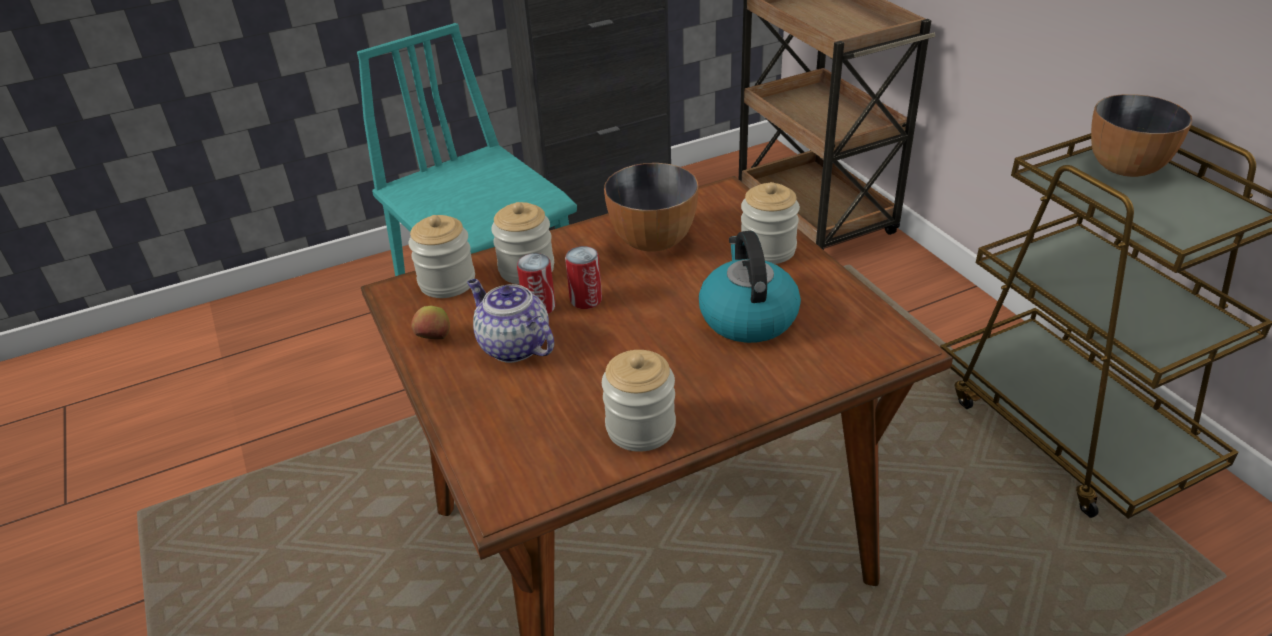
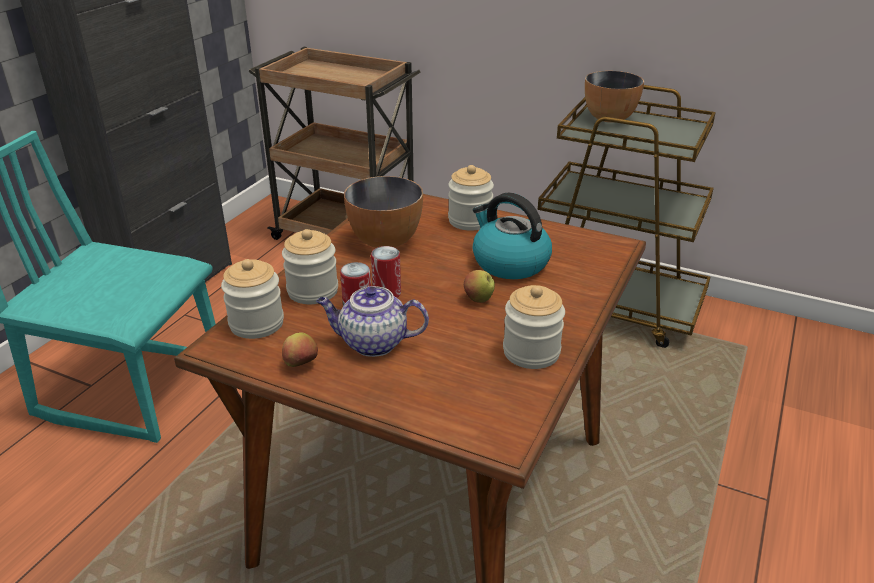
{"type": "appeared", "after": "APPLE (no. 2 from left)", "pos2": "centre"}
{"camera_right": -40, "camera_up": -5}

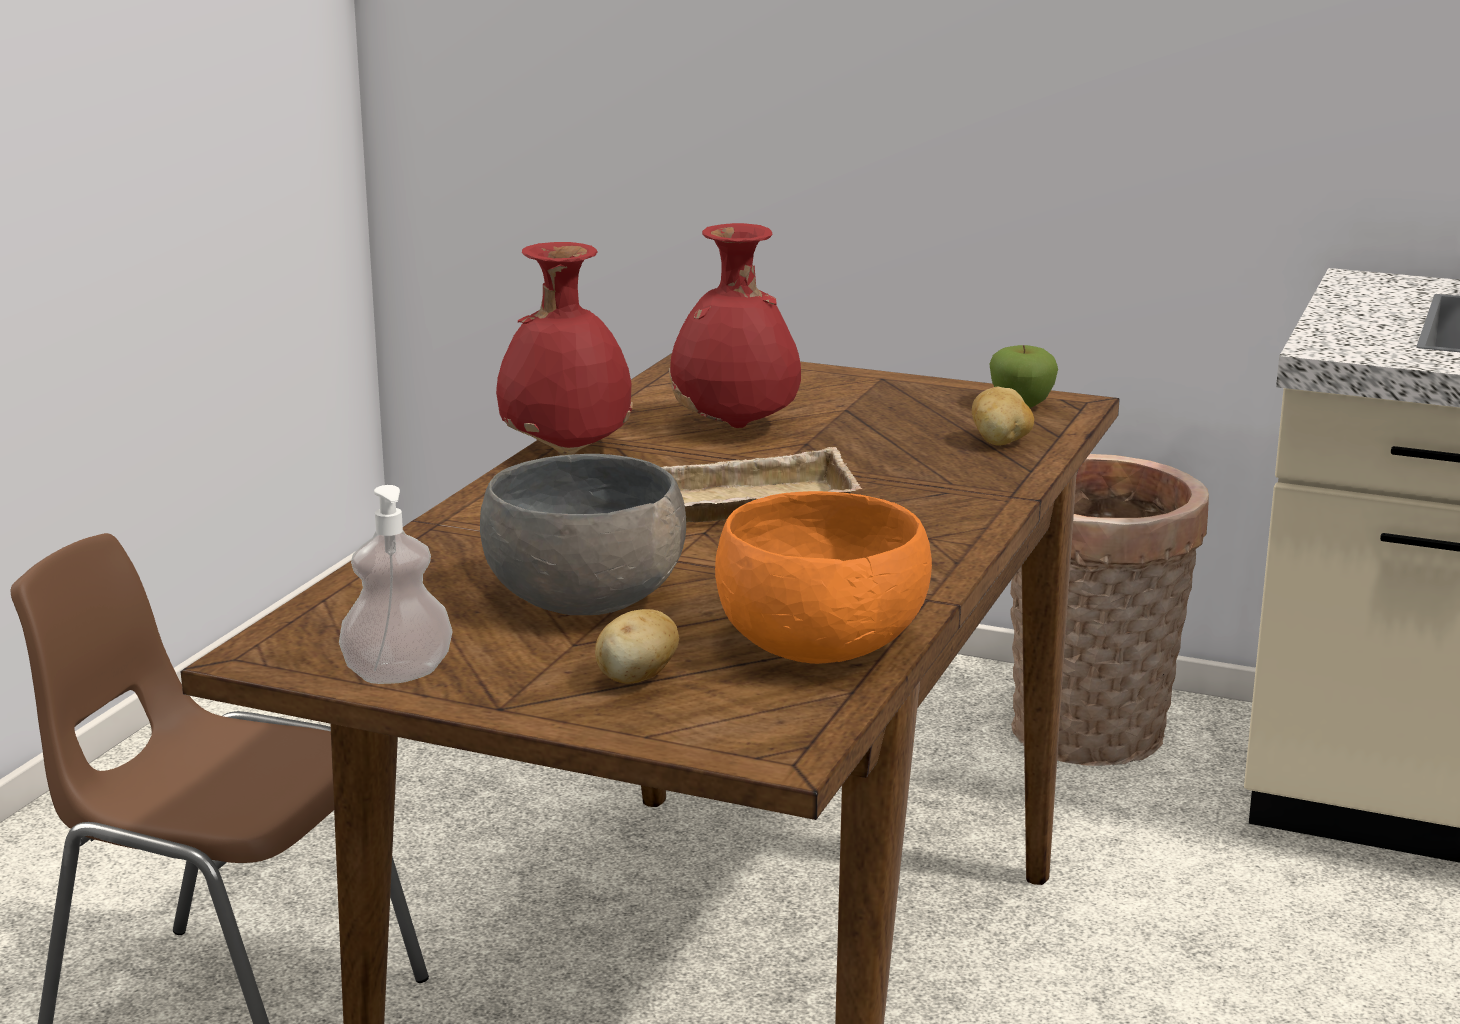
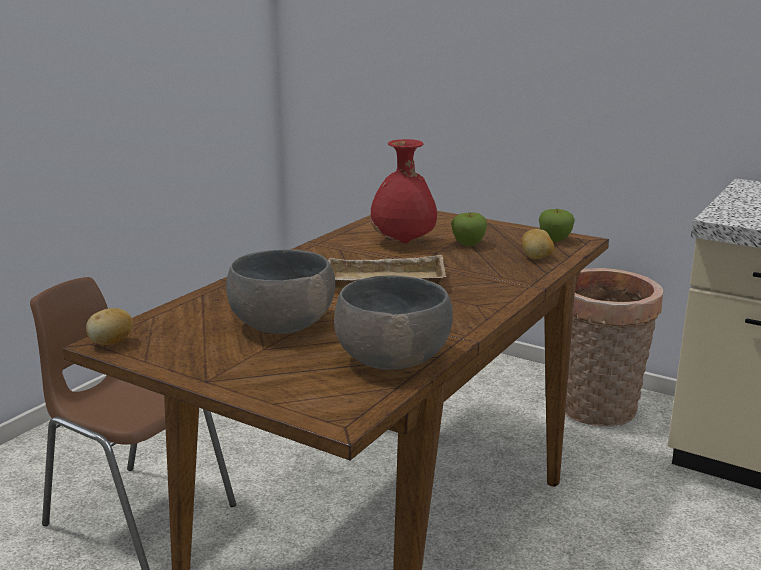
{"type": "relocated", "before": "POTATO (no. 1 from left)", "pos1": "centre", "pos2": "middle left"}
{"type": "colour", "before": "ORANGE BOWL", "after": "GREY BOWL (no. 2 from left)", "pos1": "centre", "pos2": "centre"}
{"type": "appeared", "after": "APPLE (no. 1 from left)", "pos2": "centre"}
{"type": "missing", "before": "SOAP DISPENSER", "pos1": "middle left"}
{"type": "missing", "before": "RED VASE (no. 1 from left)", "pos1": "centre"}
{"camera_right": 10, "camera_up": 0}

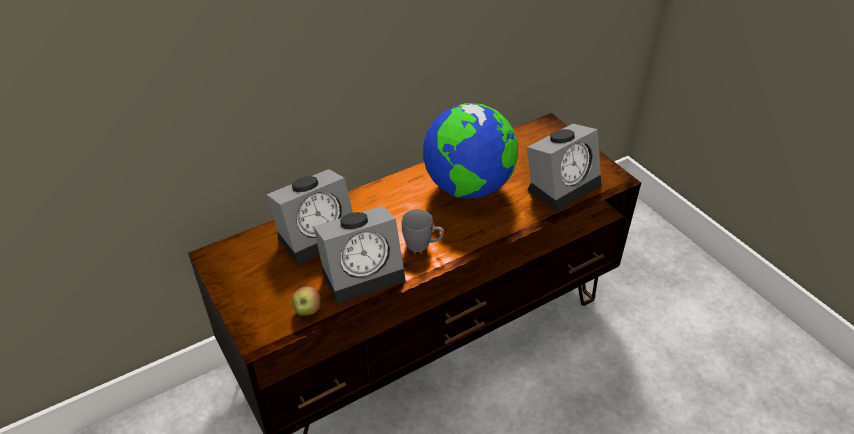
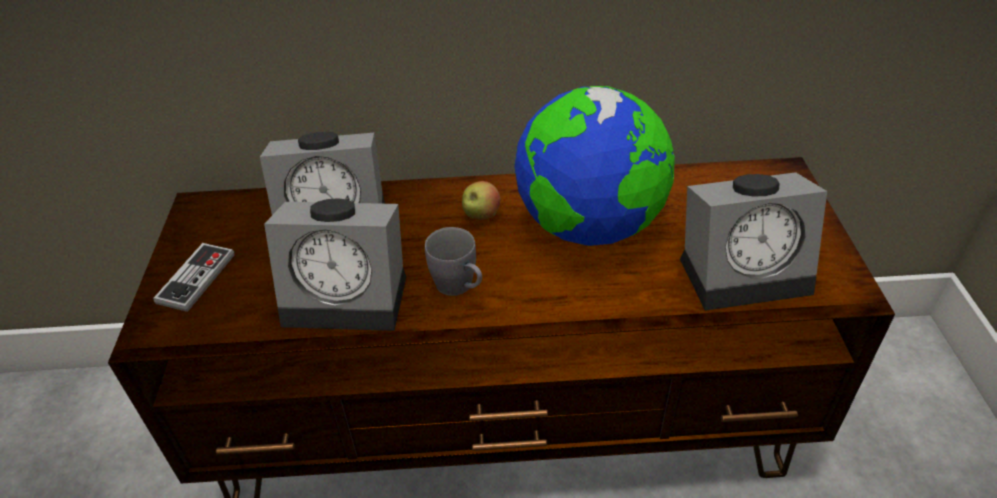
{"type": "appeared", "after": "GAME CONTROLLER", "pos2": "middle left"}
{"type": "relocated", "before": "APPLE", "pos1": "bottom centre", "pos2": "centre"}
{"camera_right": 30, "camera_up": 0}

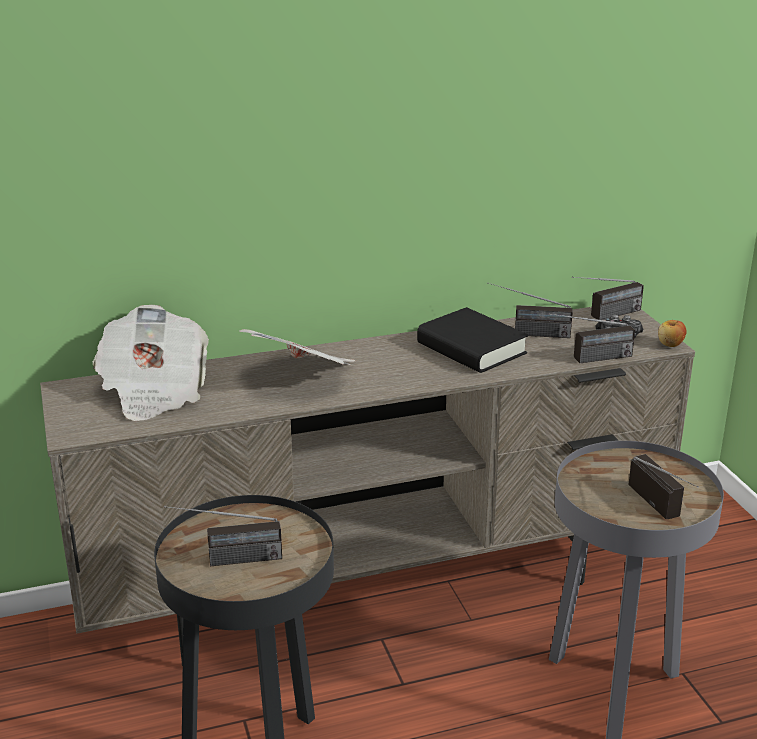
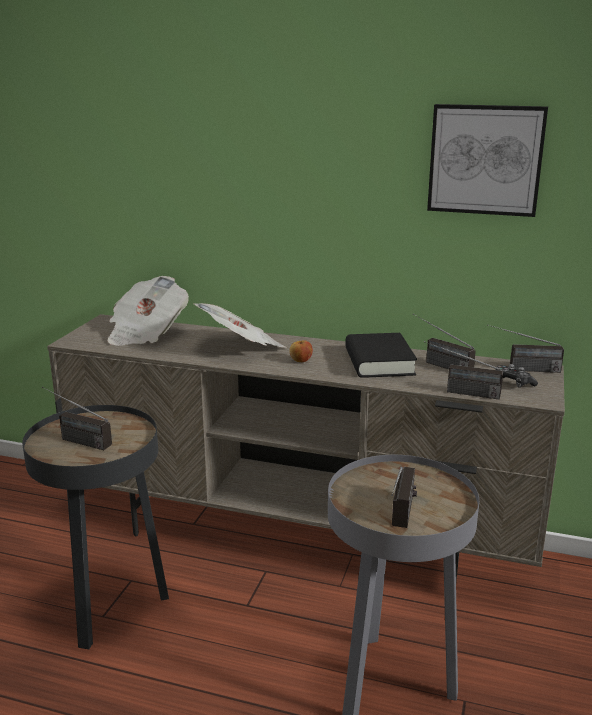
{"type": "relocated", "before": "APPLE", "pos1": "middle right", "pos2": "centre"}
{"type": "appeared", "after": "PICTURE", "pos2": "top right"}
{"camera_right": 35, "camera_up": -5}

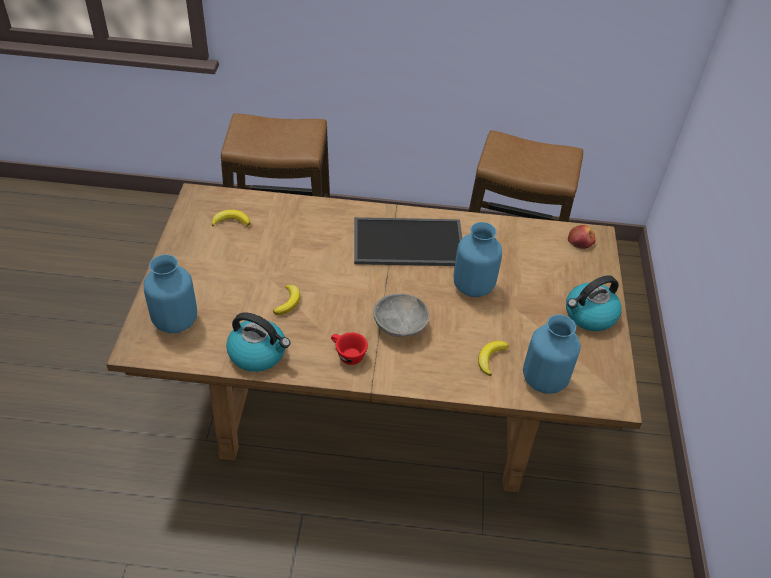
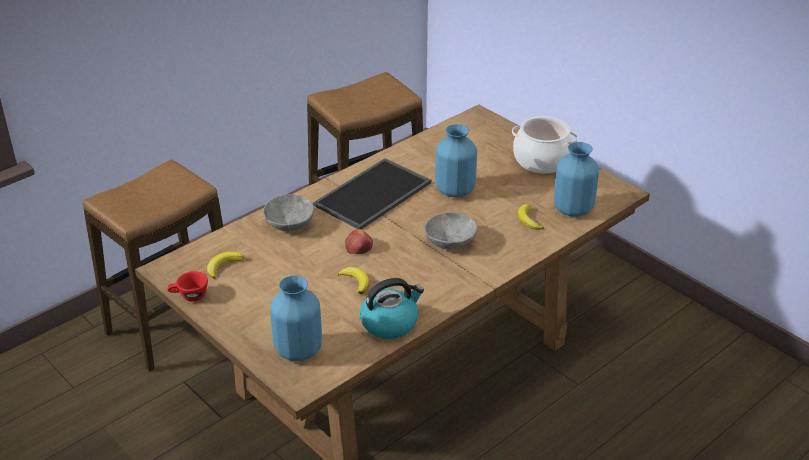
{"type": "relocated", "before": "RED CUP", "pos1": "centre", "pos2": "middle left"}
{"type": "appeared", "after": "GREY BOWL (no. 1 from left)", "pos2": "centre"}
{"type": "relocated", "before": "APPLE", "pos1": "middle right", "pos2": "centre"}
{"type": "exchanged", "before": "KETTLE (no. 2 from left)", "after": "COOKING POT", "pos1": "middle right", "pos2": "top right"}
{"camera_right": -45, "camera_up": -10}

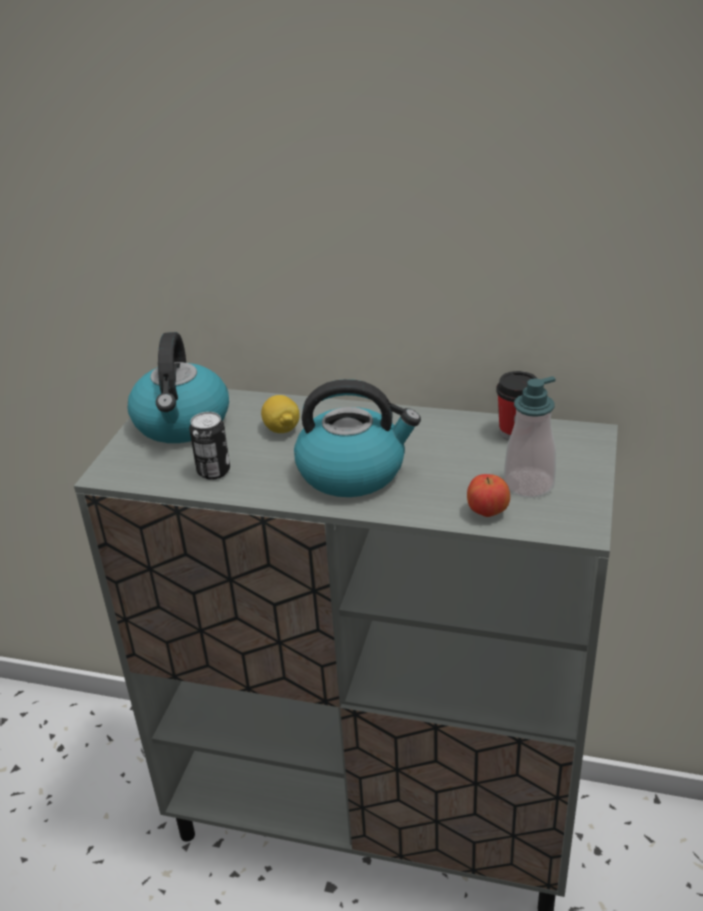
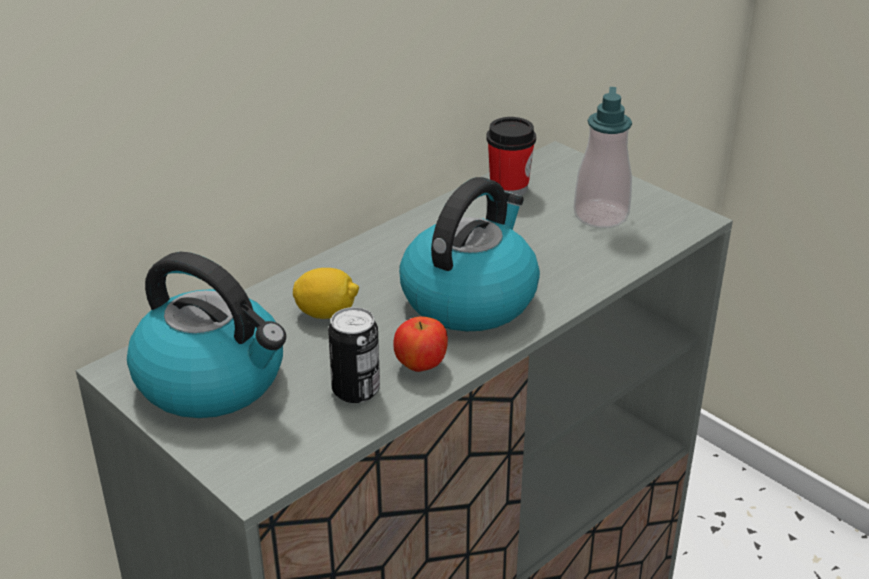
{"type": "relocated", "before": "APPLE", "pos1": "middle right", "pos2": "centre"}
{"camera_right": -60, "camera_up": 0}

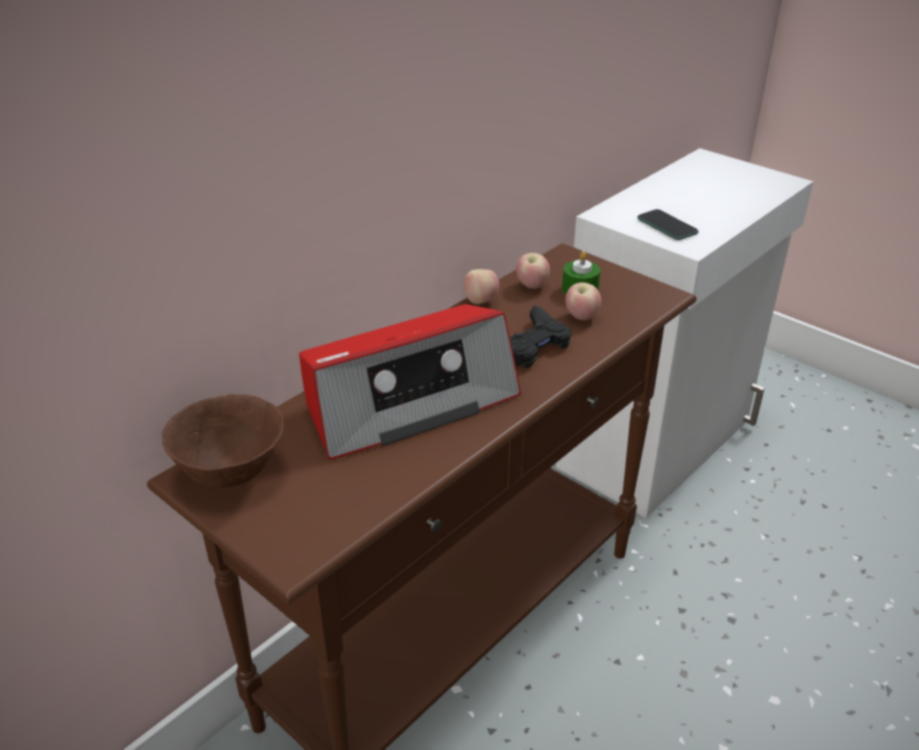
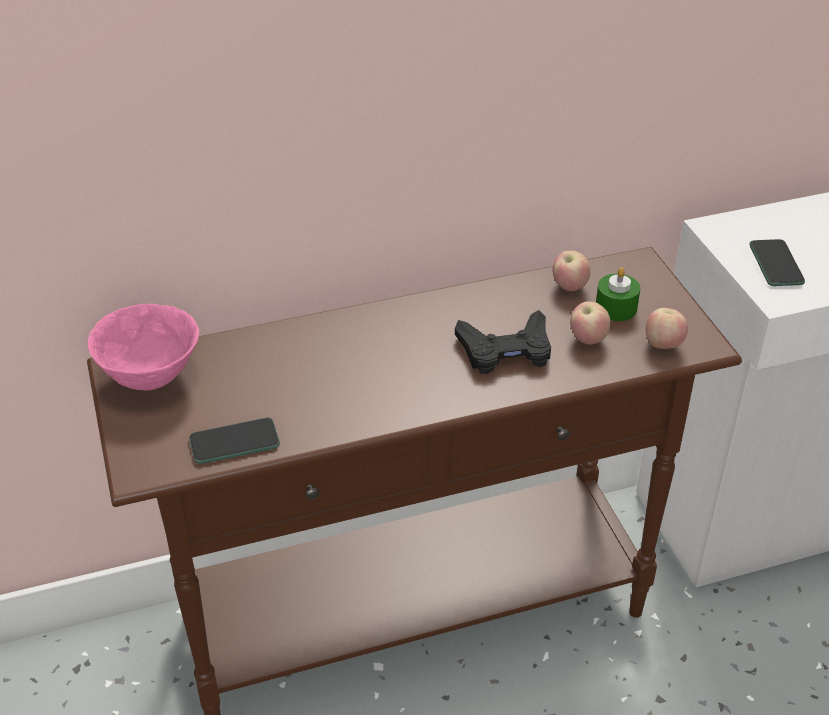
{"type": "colour", "before": "BROWN BOWL", "after": "PINK BOWL", "pos1": "middle left", "pos2": "middle left"}
{"type": "appeared", "after": "PHONE (no. 1 from left)", "pos2": "middle left"}
{"type": "relocated", "before": "APPLE (no. 1 from left in the first image)", "after": "APPLE (no. 3 from left)", "pos1": "centre", "pos2": "middle right"}
{"type": "missing", "before": "RADIO", "pos1": "centre"}
{"camera_right": 30, "camera_up": 5}

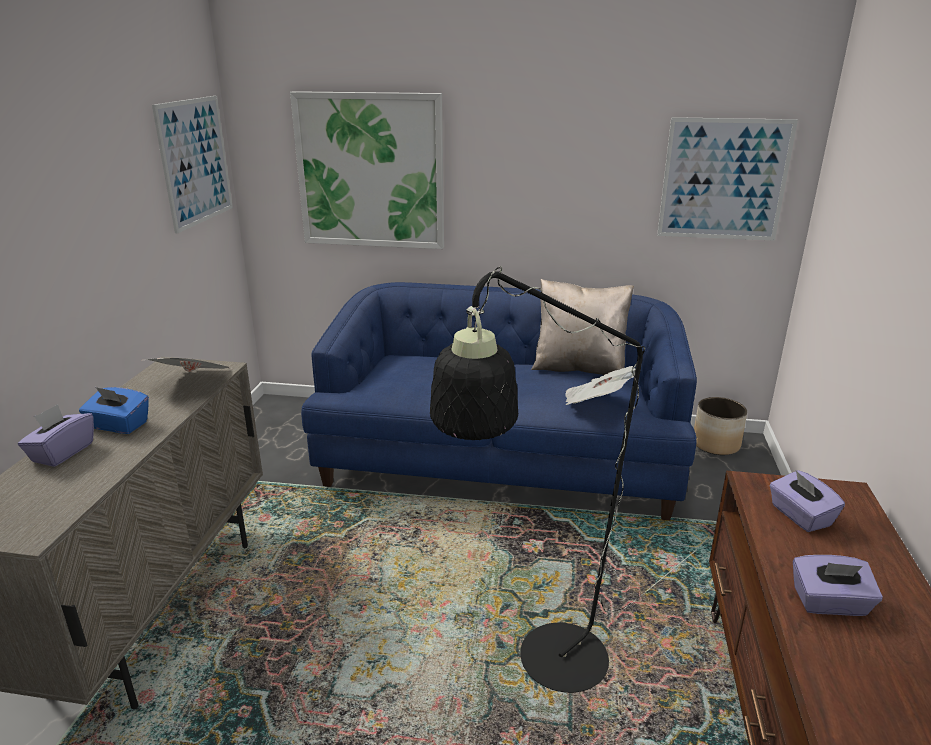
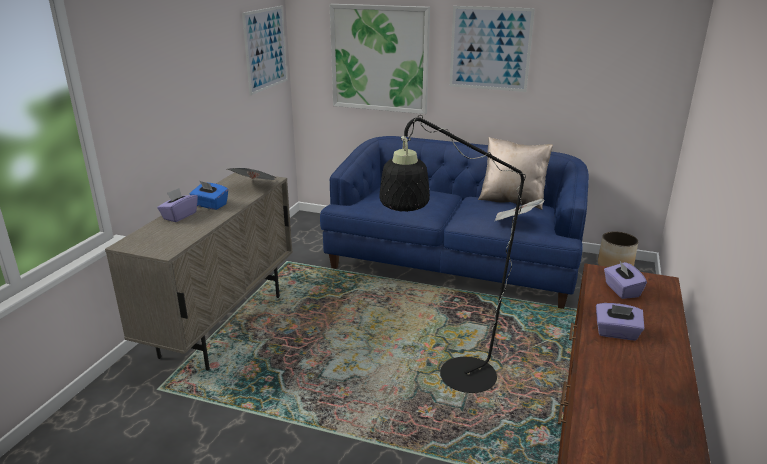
{"type": "relocated", "before": "PICTURE (no. 3 from left)", "pos1": "top right", "pos2": "top centre"}
{"camera_right": 10, "camera_up": 0}

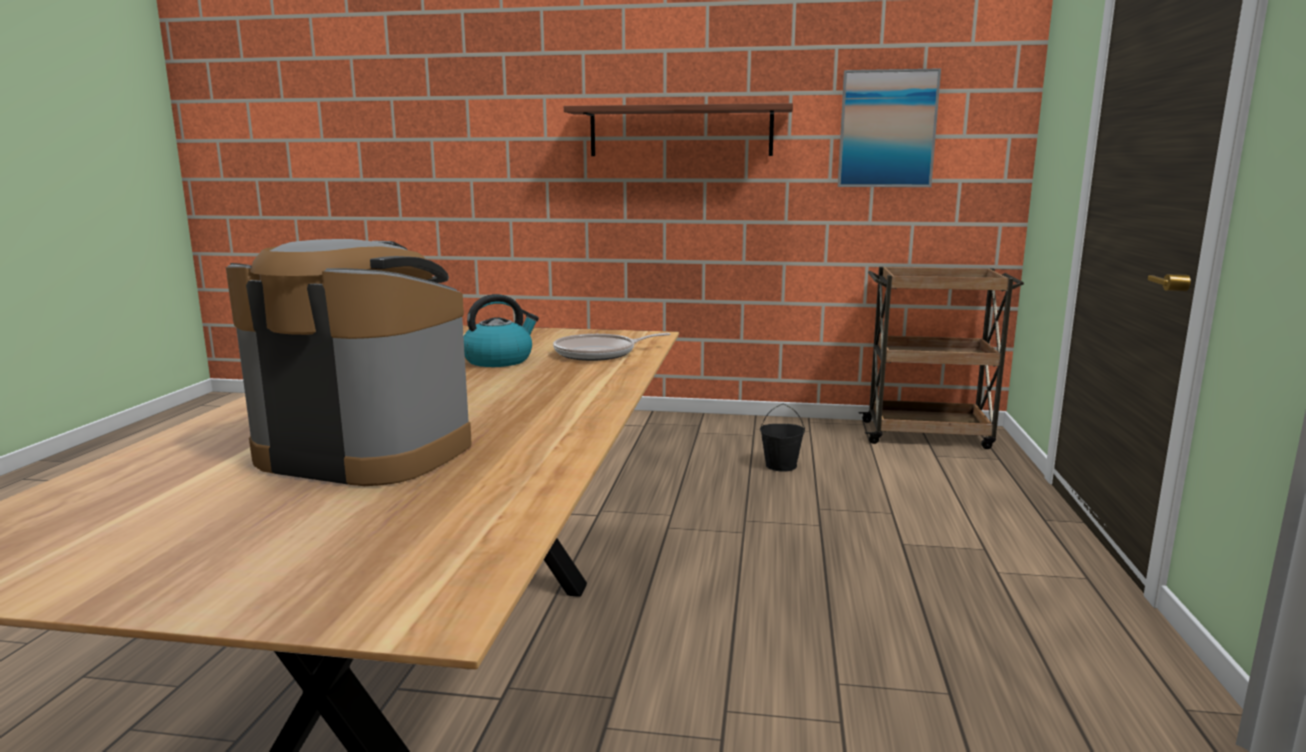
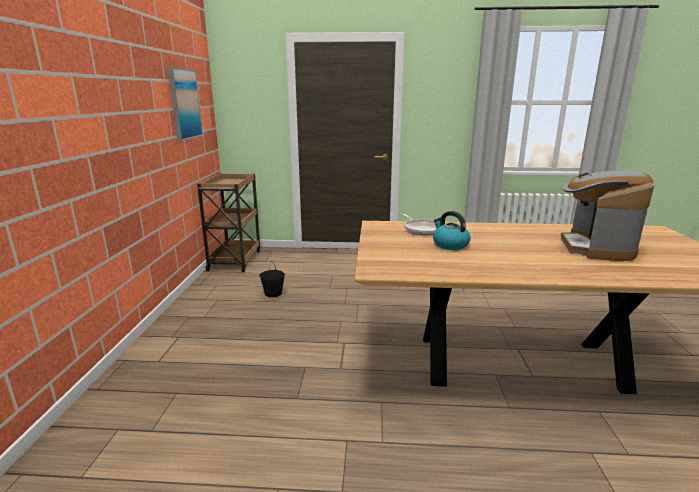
{"type": "missing", "before": "SHELF", "pos1": "top centre"}
{"camera_right": -95, "camera_up": 5}

